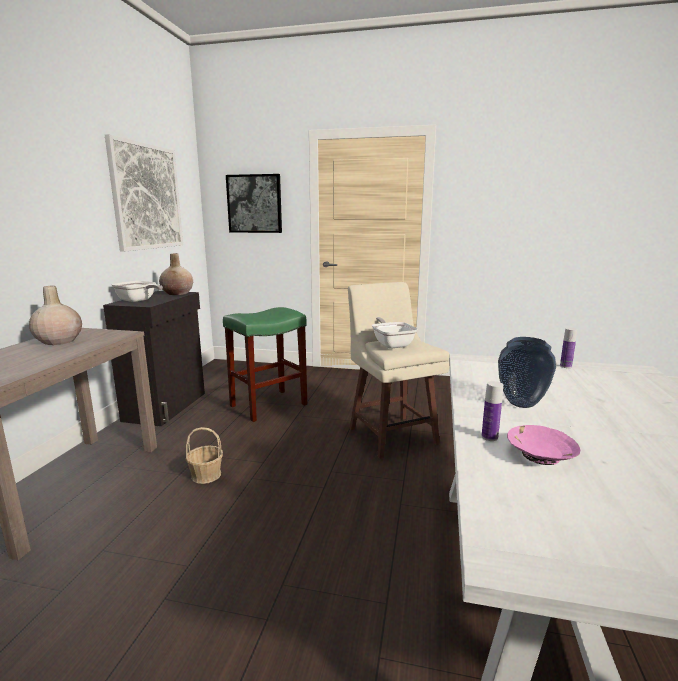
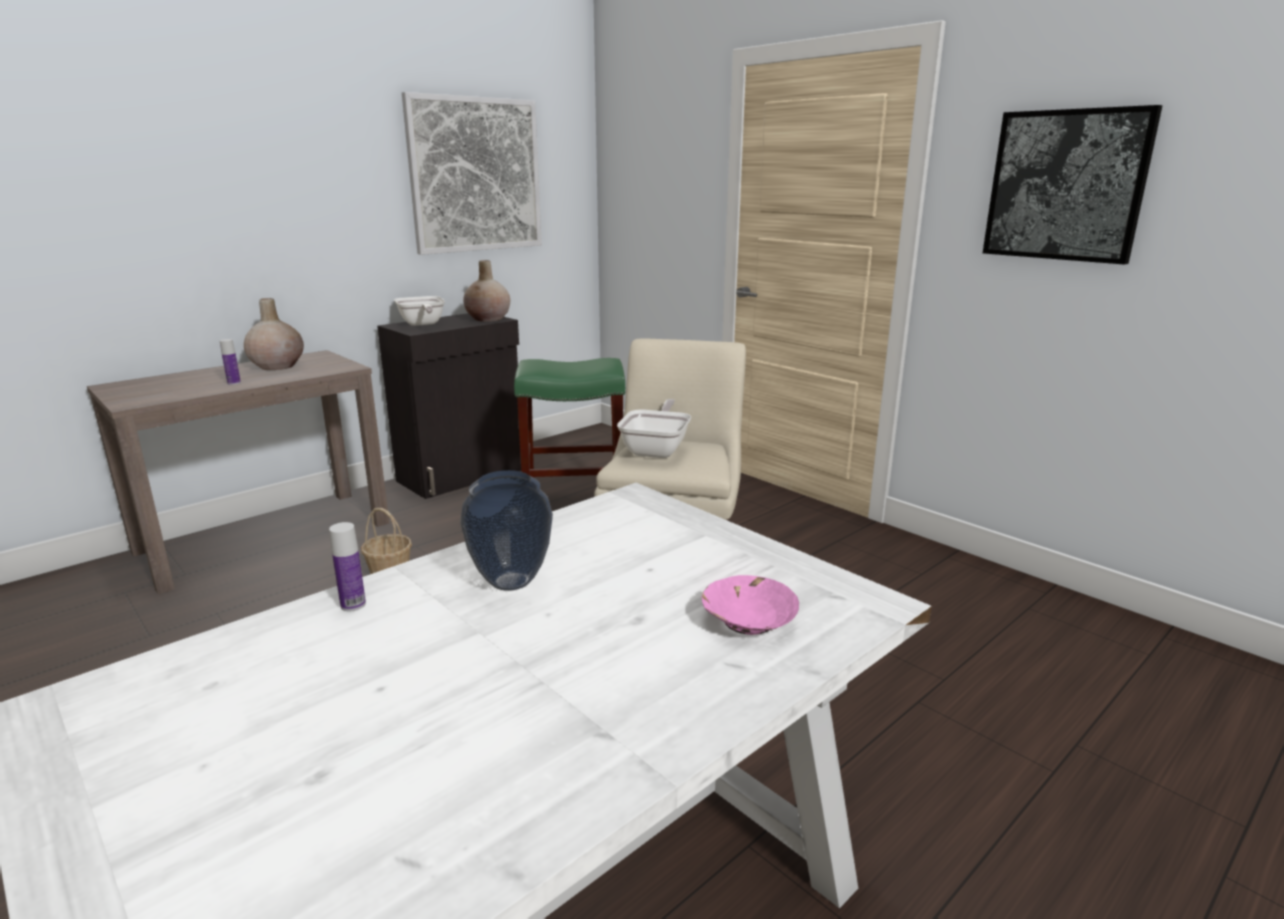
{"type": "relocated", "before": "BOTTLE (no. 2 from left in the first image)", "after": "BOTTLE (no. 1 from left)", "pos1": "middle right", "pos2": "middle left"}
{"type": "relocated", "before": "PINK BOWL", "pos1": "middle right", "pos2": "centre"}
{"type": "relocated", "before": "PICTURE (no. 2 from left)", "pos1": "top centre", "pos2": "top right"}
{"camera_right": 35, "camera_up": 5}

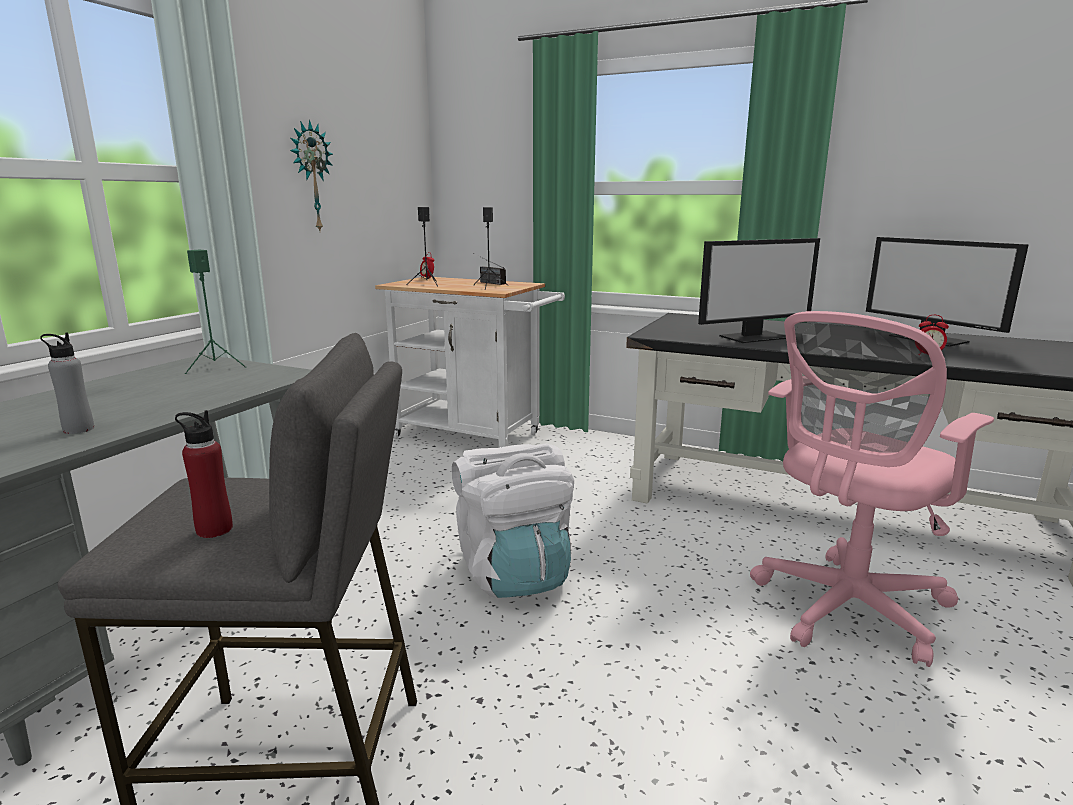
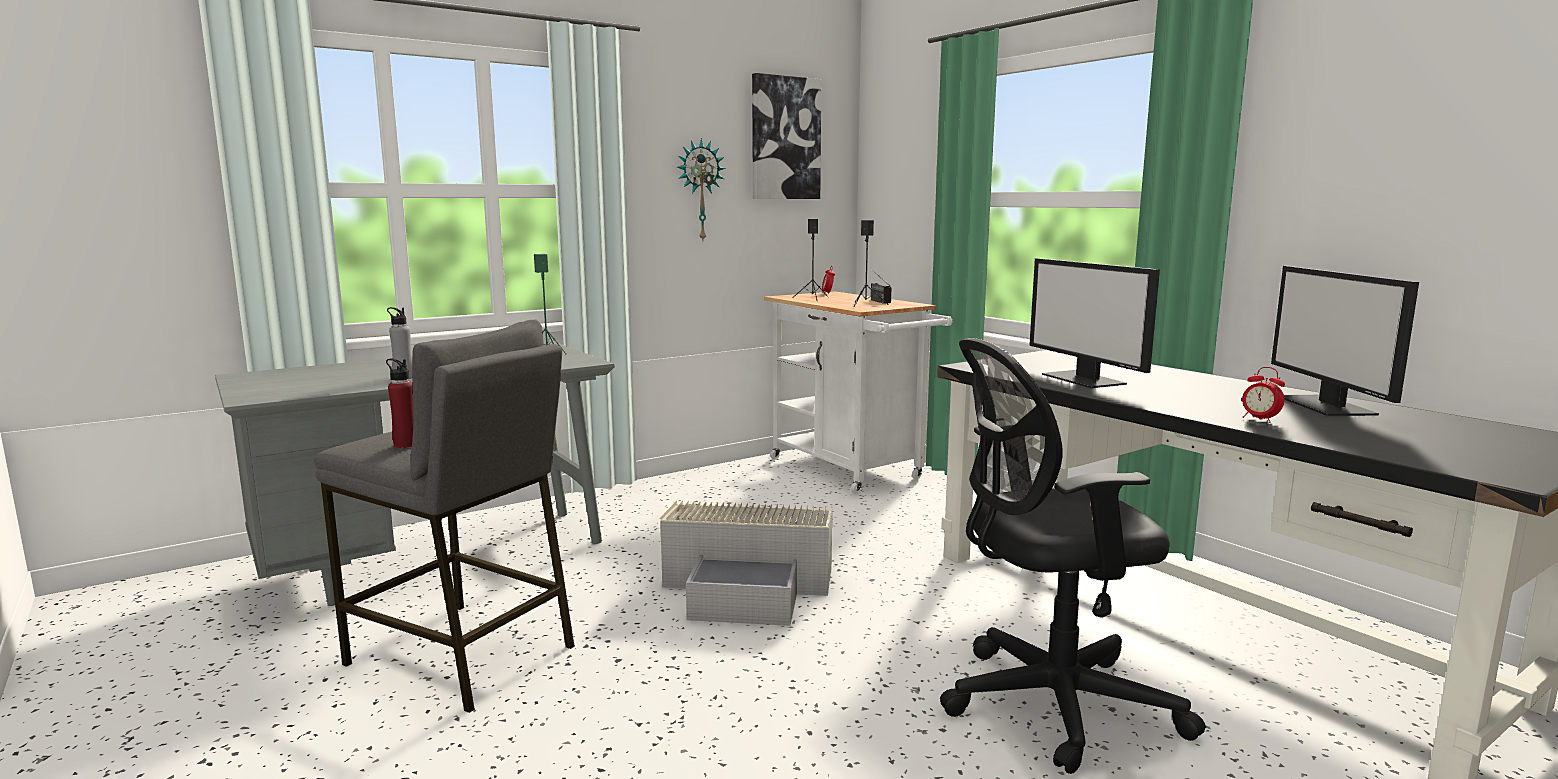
{"type": "exchanged", "before": "WHITE BACKPACK", "after": "GREY STORAGE BOX", "pos1": "centre", "pos2": "bottom centre"}
{"type": "appeared", "after": "PICTURE", "pos2": "top centre"}
{"type": "colour", "before": "PINK OFFICE CHAIR", "after": "BLACK OFFICE CHAIR", "pos1": "middle right", "pos2": "bottom right"}
{"type": "spun", "before": "MONITOR (no. 1 from left)", "pos1": "middle right", "pos2": "middle right", "turn": 60}
{"camera_right": 30, "camera_up": -5}

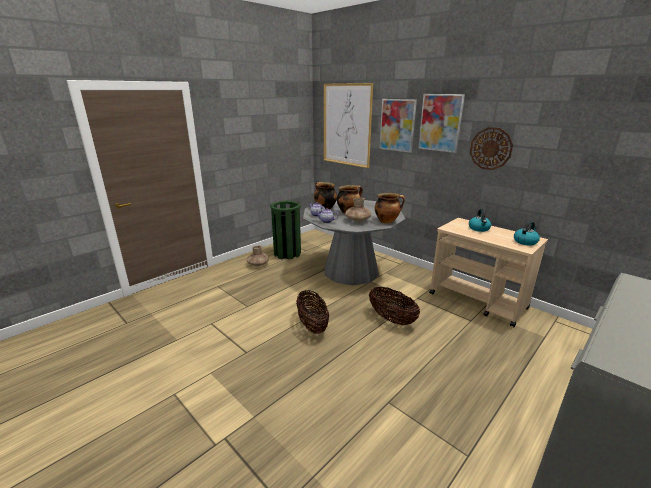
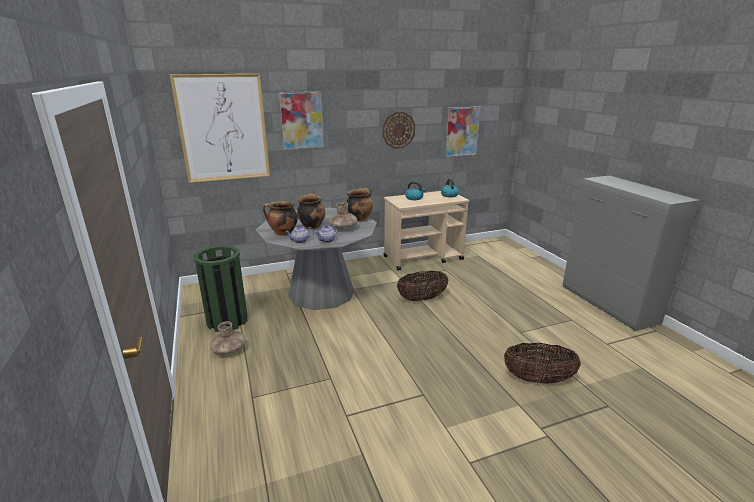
{"type": "relocated", "before": "PICTURE (no. 3 from left)", "pos1": "top right", "pos2": "top centre"}
{"type": "relocated", "before": "BASKET (no. 1 from left in the first image)", "after": "BASKET (no. 2 from left)", "pos1": "centre", "pos2": "bottom right"}
{"camera_right": -65, "camera_up": 0}

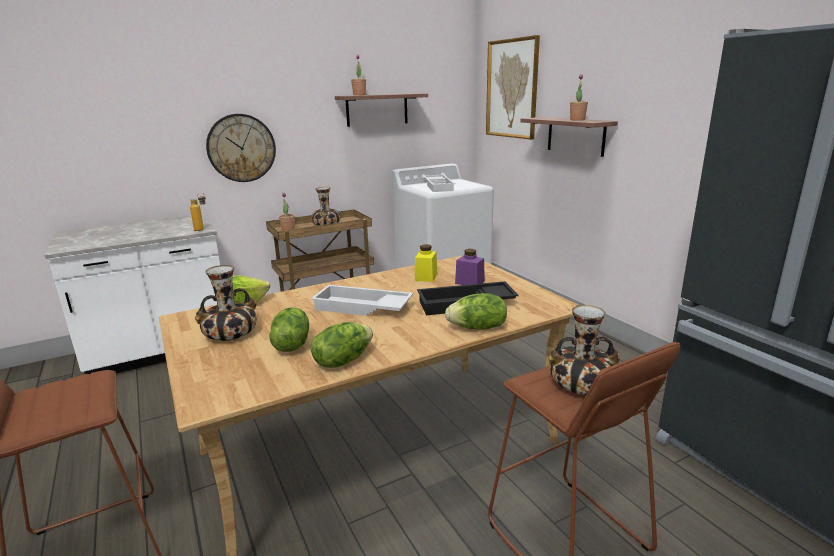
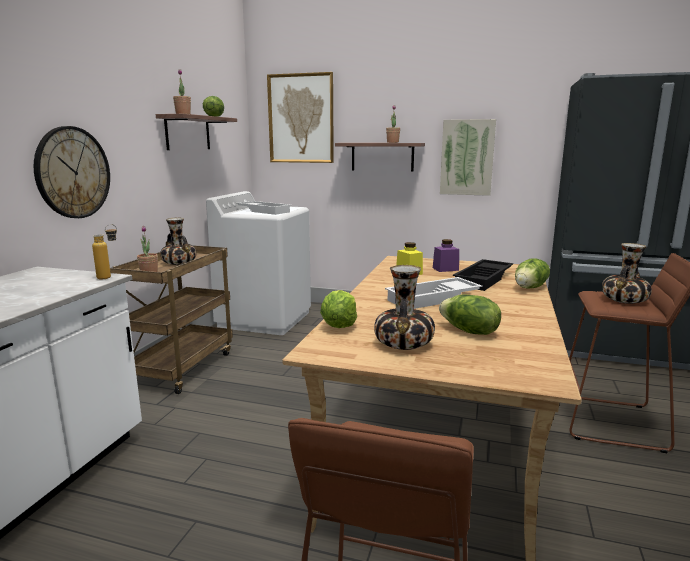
{"type": "relocated", "before": "LETTUCE (no. 3 from left in the first image)", "after": "LETTUCE (no. 1 from left)", "pos1": "centre", "pos2": "top left"}
{"type": "appeared", "after": "PICTURE (no. 2 from left)", "pos2": "top right"}
{"camera_right": -45, "camera_up": -5}

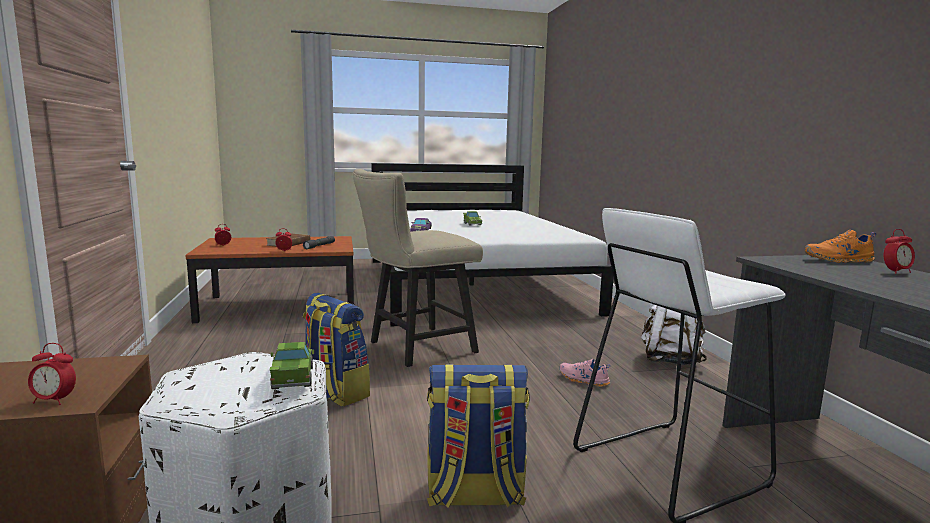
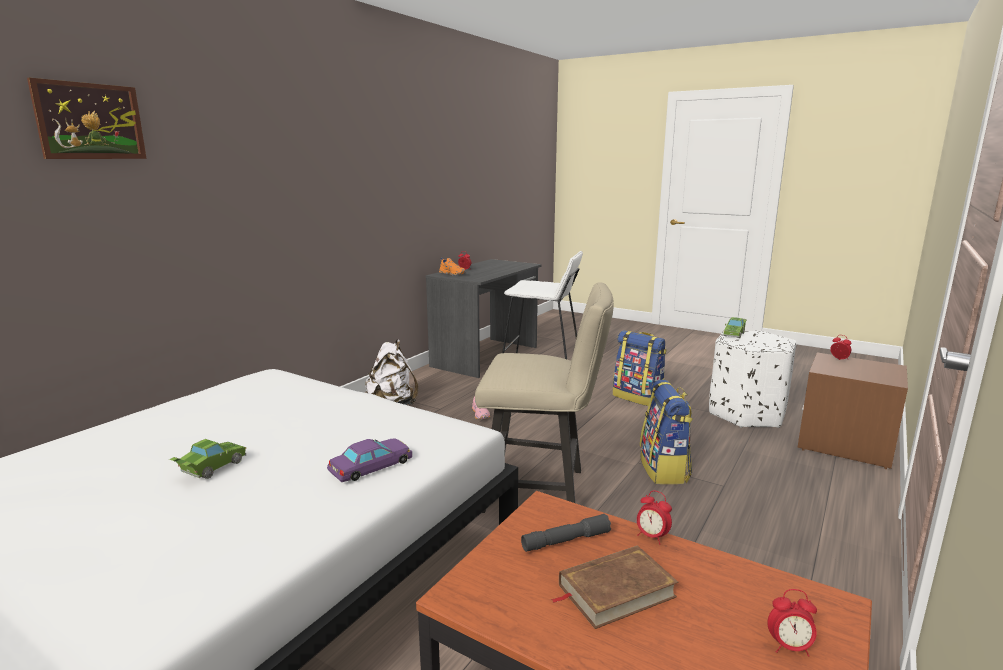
{"type": "appeared", "after": "PICTURE", "pos2": "top left"}
{"camera_right": -135, "camera_up": 5}

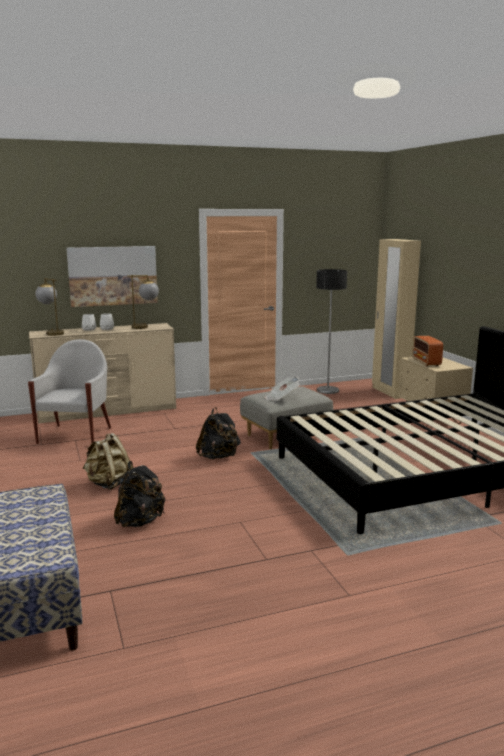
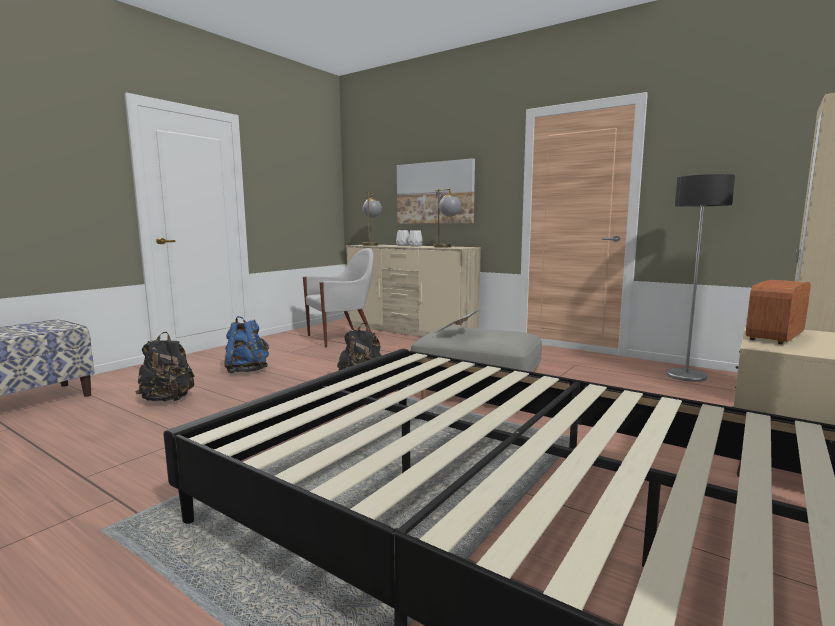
{"type": "colour", "before": "BEIGE BACKPACK", "after": "BLUE BACKPACK", "pos1": "middle left", "pos2": "middle left"}
{"camera_right": 55, "camera_up": -5}

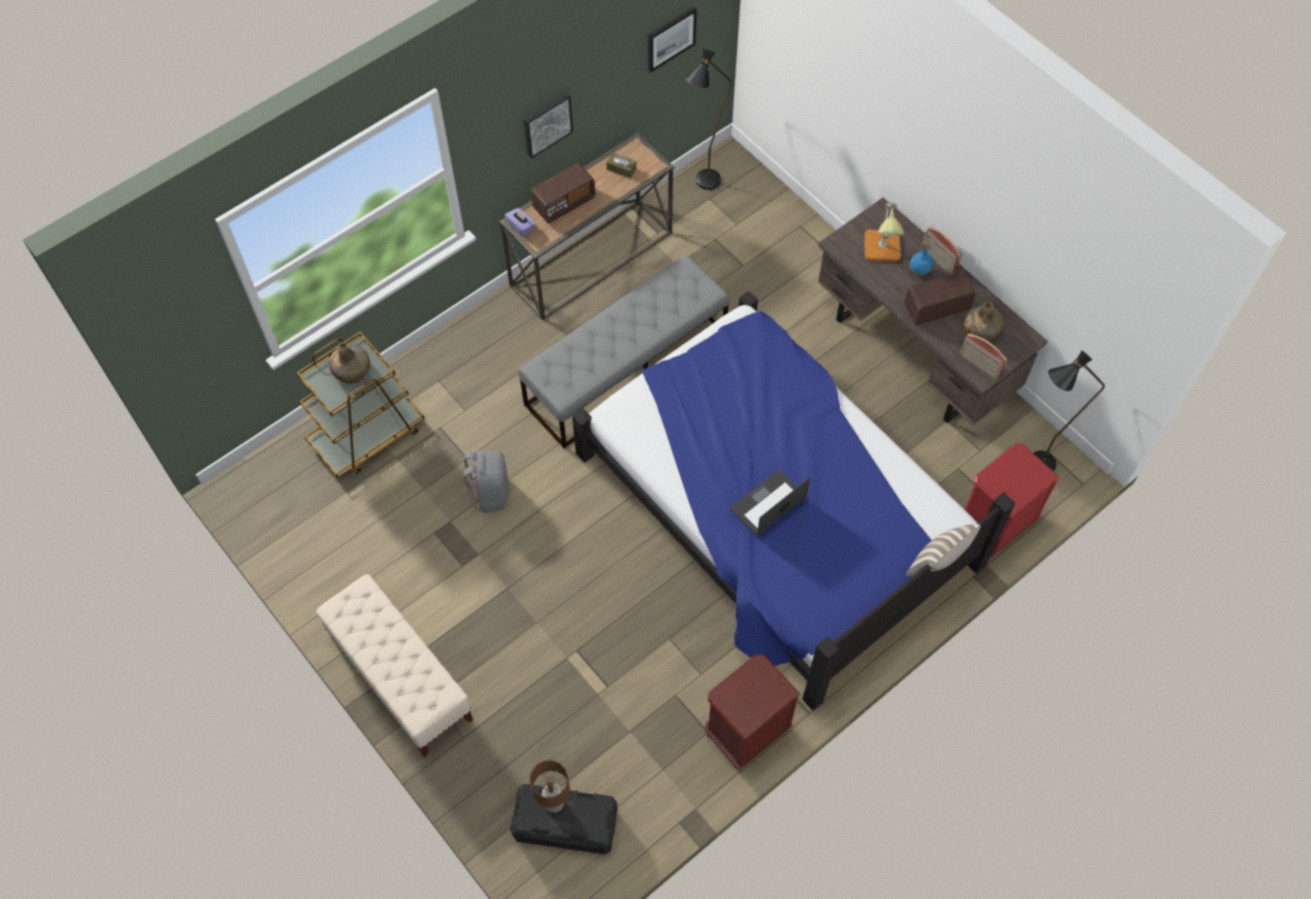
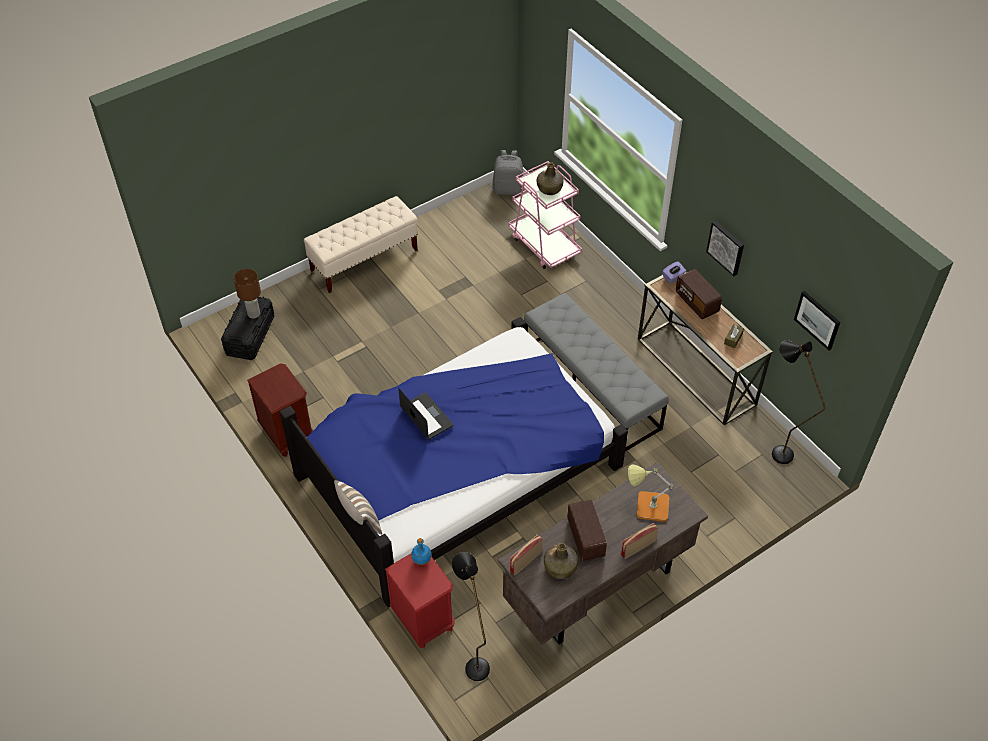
{"type": "relocated", "before": "BLUE BOTTLE", "pos1": "top right", "pos2": "bottom centre"}
{"type": "relocated", "before": "GREY BACKPACK", "pos1": "centre", "pos2": "top centre"}
{"type": "colour", "before": "BROWN CART", "after": "PINK CART", "pos1": "middle left", "pos2": "top centre"}
{"camera_right": 95, "camera_up": -10}

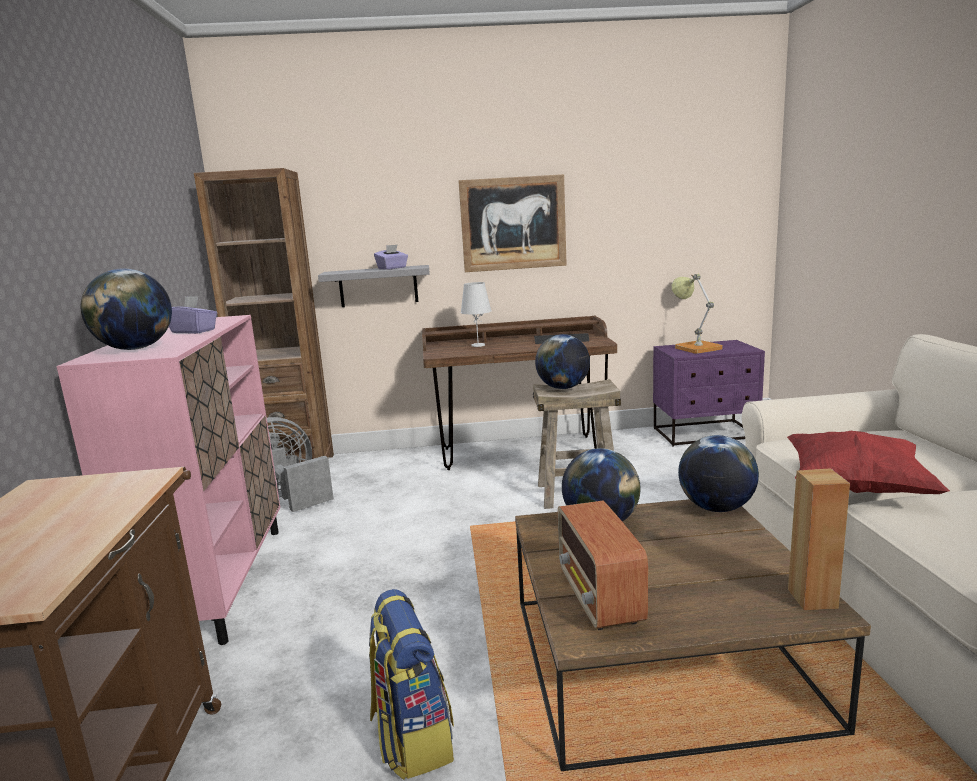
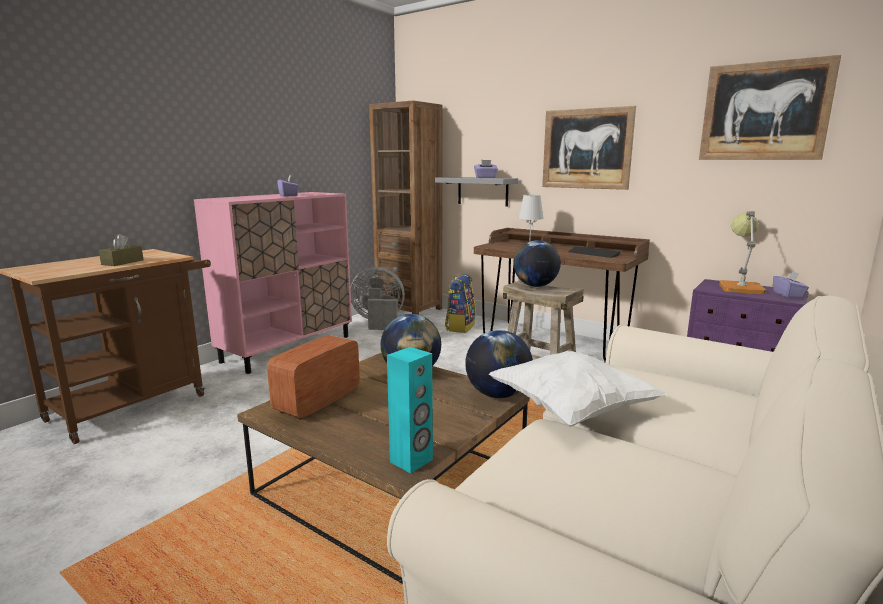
{"type": "appeared", "after": "BROWN TISSUE BOX", "pos2": "middle left"}
{"type": "colour", "before": "BROWN SPEAKER", "after": "TURQUOISE SPEAKER", "pos1": "bottom right", "pos2": "bottom centre"}
{"type": "relocated", "before": "BACKPACK", "pos1": "bottom centre", "pos2": "centre"}
{"type": "colour", "before": "RED PILLOW", "after": "WHITE PILLOW", "pos1": "middle right", "pos2": "centre"}
{"type": "appeared", "after": "PICTURE (no. 2 from left)", "pos2": "top right"}
{"type": "appeared", "after": "PURPLE TISSUE BOX (no. 3 from left)", "pos2": "middle right"}
{"type": "missing", "before": "GLOBE (no. 1 from left)", "pos1": "middle left"}
{"camera_right": 40, "camera_up": 0}

